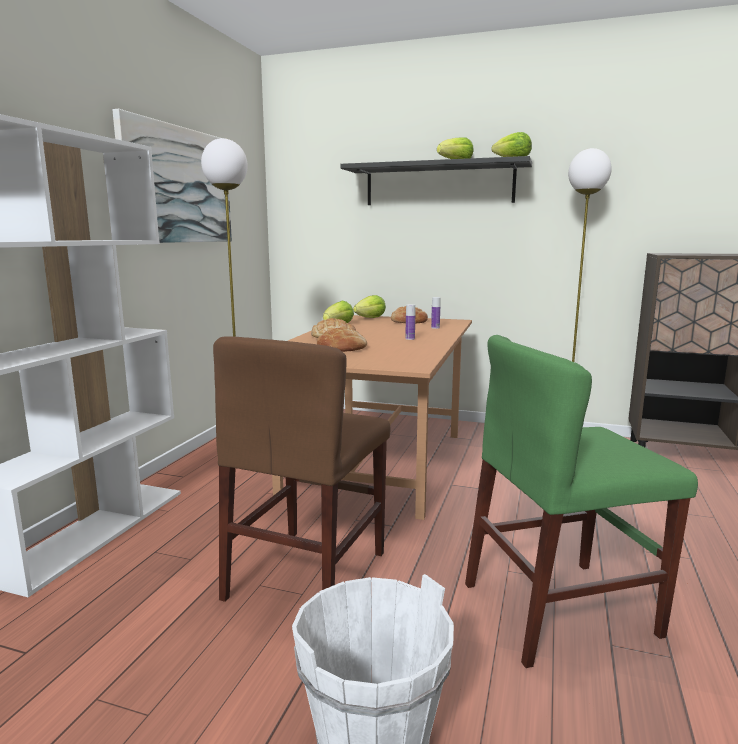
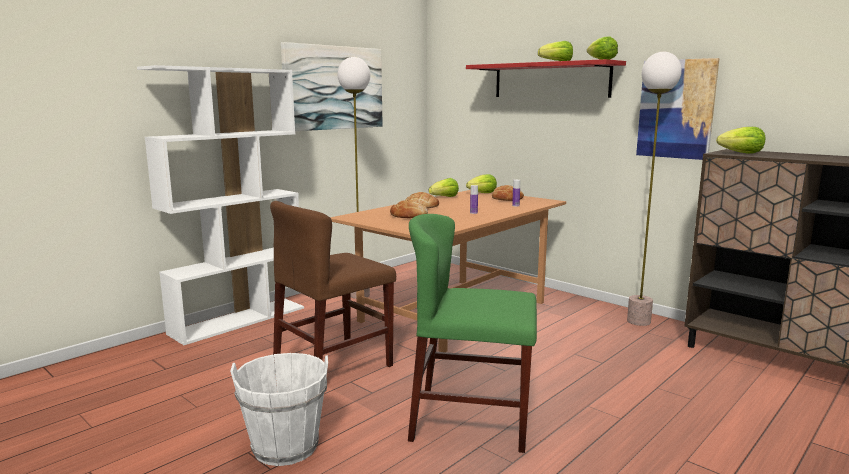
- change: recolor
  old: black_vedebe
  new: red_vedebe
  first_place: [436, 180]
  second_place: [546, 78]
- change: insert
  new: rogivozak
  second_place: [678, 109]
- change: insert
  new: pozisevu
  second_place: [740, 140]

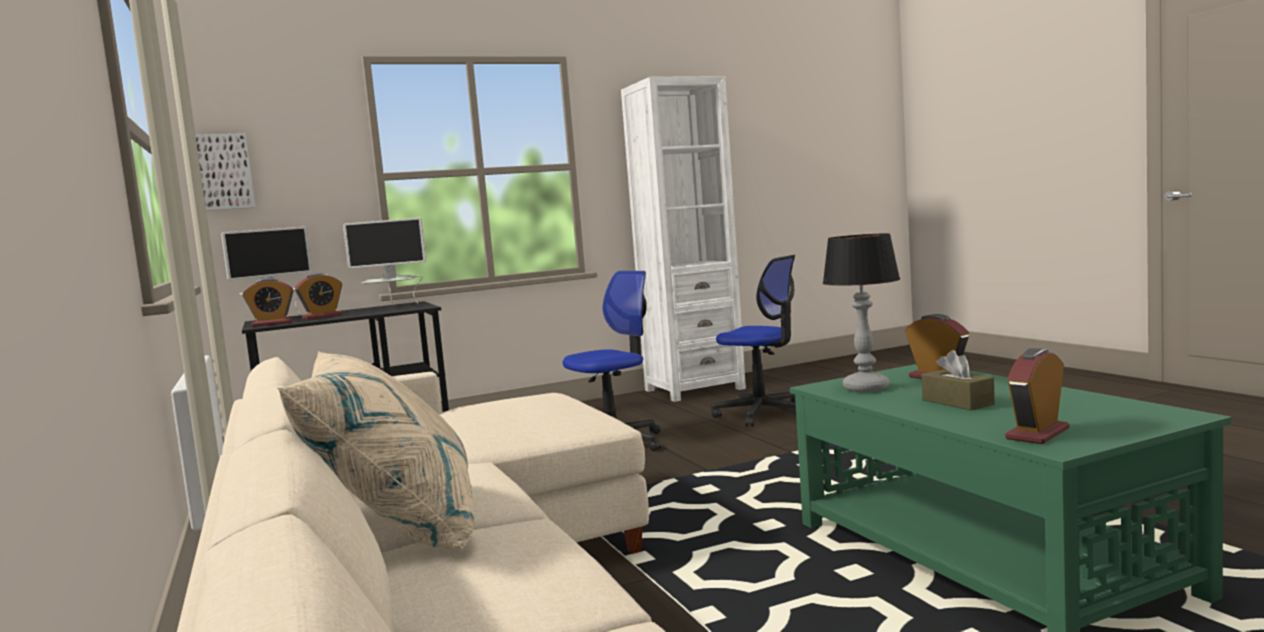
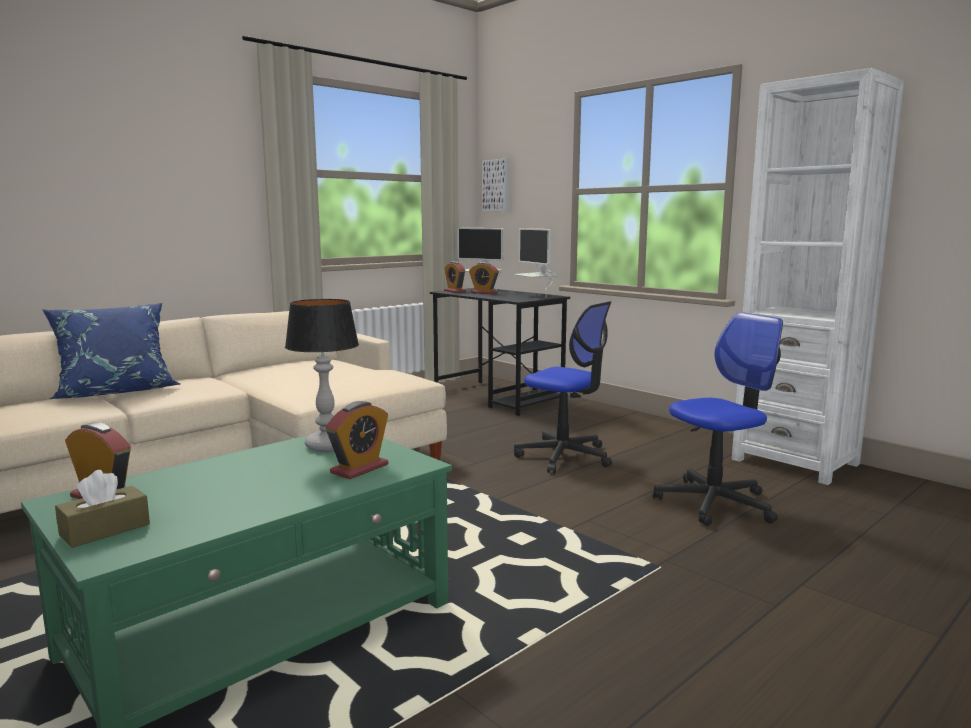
- change: recolor
  old: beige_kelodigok
  new: blue_kelodigok
  first_place: [375, 450]
  second_place: [111, 351]
- change: move
  old: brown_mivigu
  first_place: [958, 380]
  second_place: [102, 509]
- change: rotate
  old: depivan
  first_place: [753, 341]
  second_place: [717, 419]
  degrees: -135

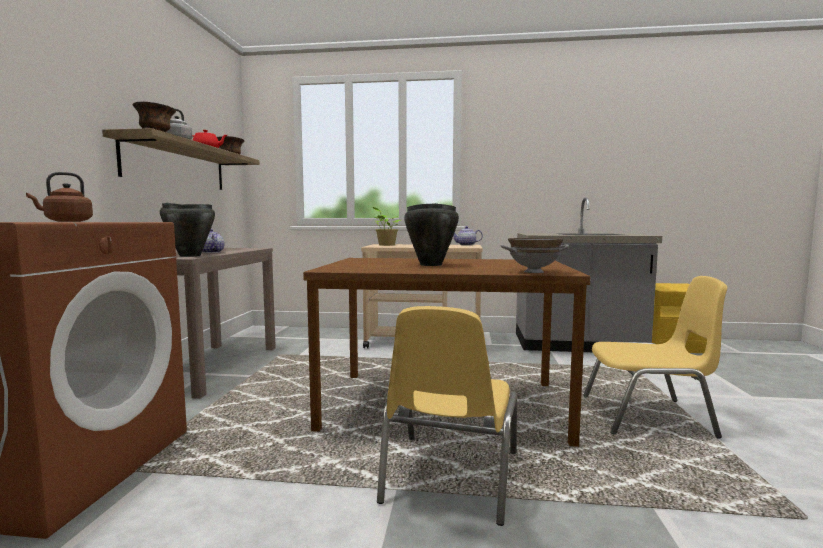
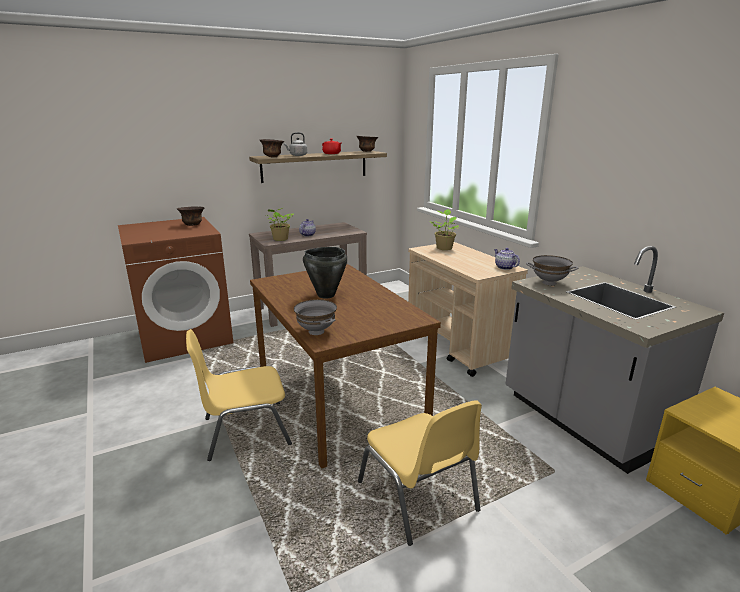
- change: replace
  old: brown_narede
  new: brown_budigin
  first_place: [59, 197]
  second_place: [191, 216]
- change: replace
  old: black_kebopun
  new: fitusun
  first_place: [187, 230]
  second_place: [280, 224]
- change: insert
  new: grey_budigin
  second_place: [552, 270]

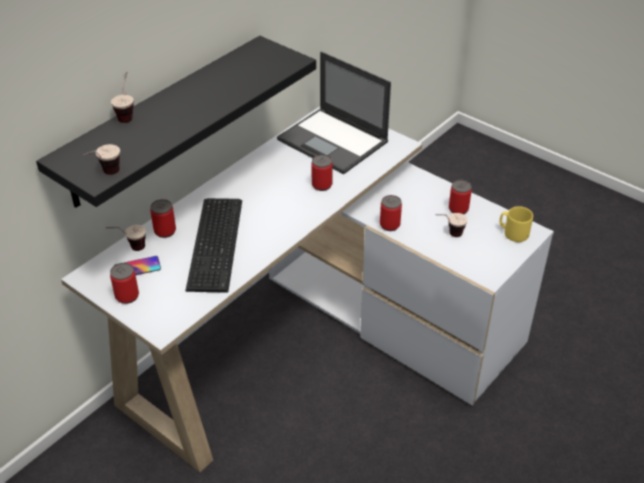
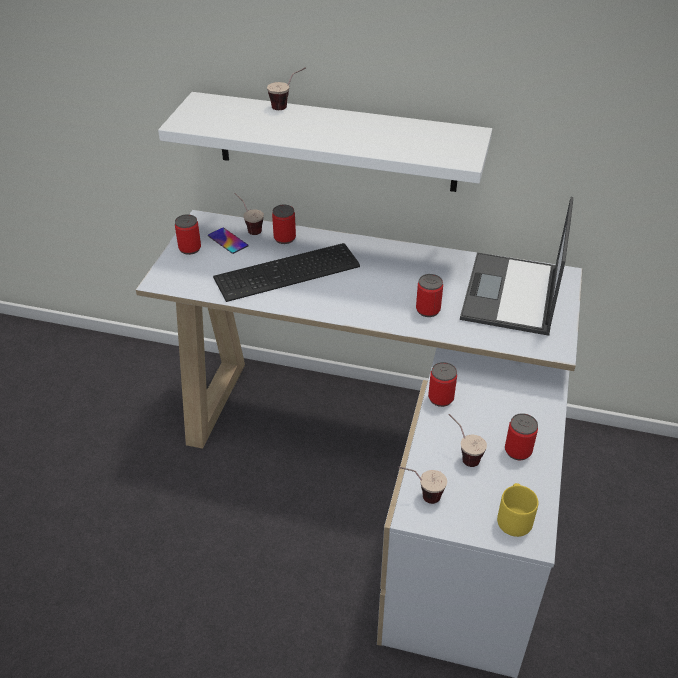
- change: recolor
  old: black_vedebe
  new: white_vedebe
  first_place: [176, 122]
  second_place: [325, 142]
- change: move
  old: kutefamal
  first_place: [101, 159]
  second_place: [422, 485]

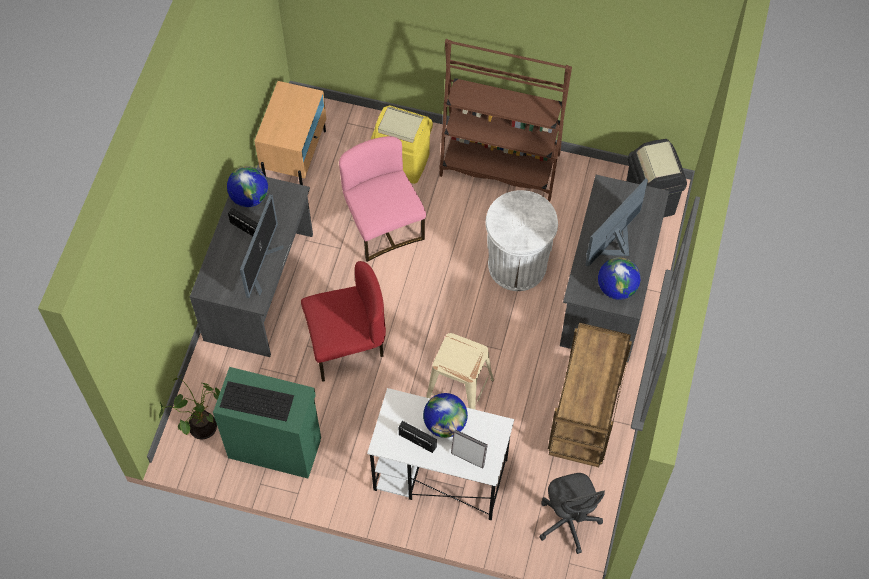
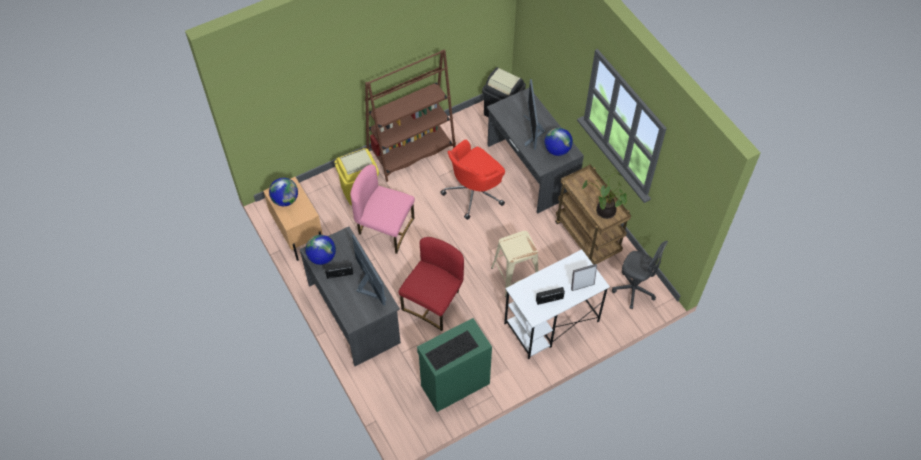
- change: move
  old: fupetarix
  first_place: [445, 415]
  second_place: [283, 192]
- change: replace
  old: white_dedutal
  new: red_depivan
  first_place: [521, 240]
  second_place: [472, 180]
- change: move
  old: fitusun
  first_place: [189, 407]
  second_place: [604, 195]

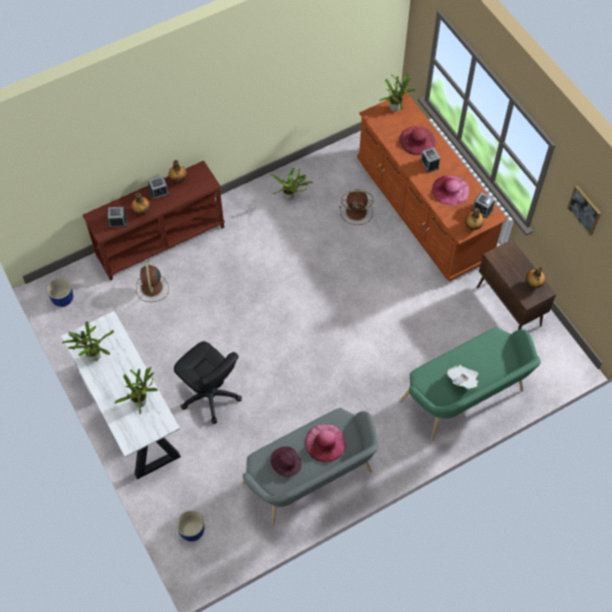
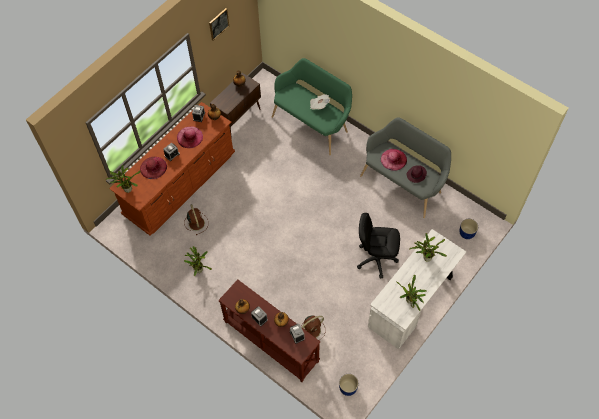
- change: rotate
  old: black_depivan
  first_place: [208, 382]
  second_place: [378, 246]
  degrees: -105

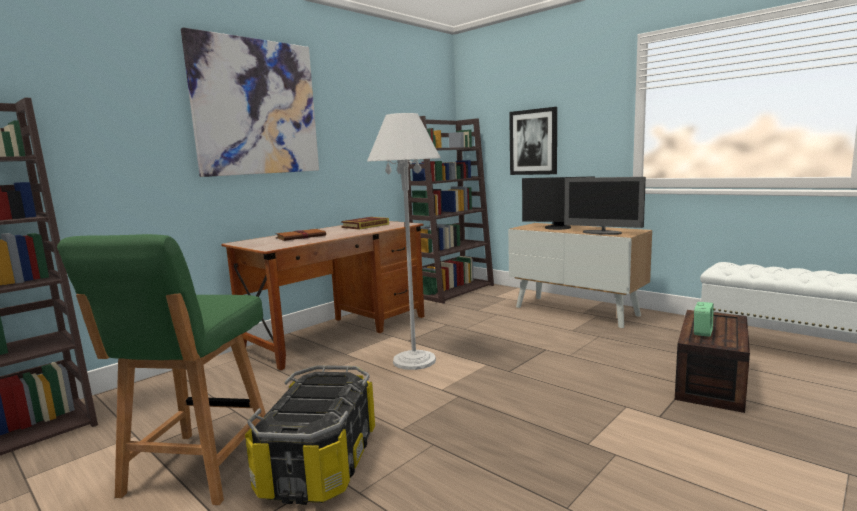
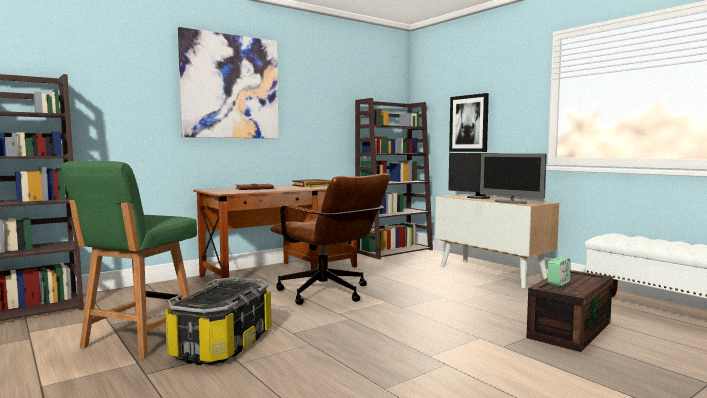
- change: replace
  old: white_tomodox
  new: brown_depivan
  first_place: [404, 241]
  second_place: [330, 239]

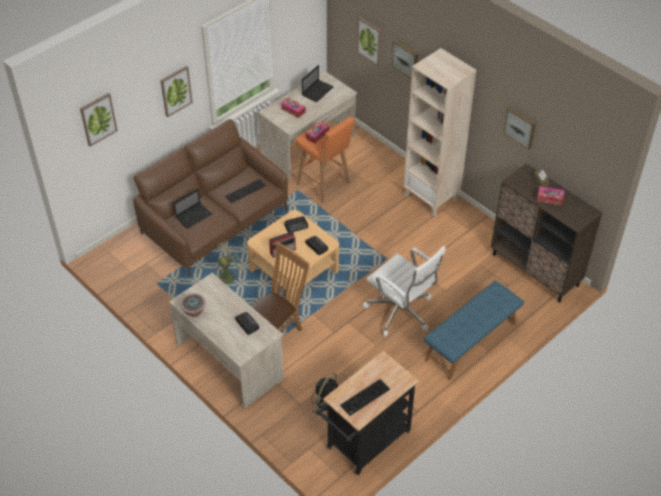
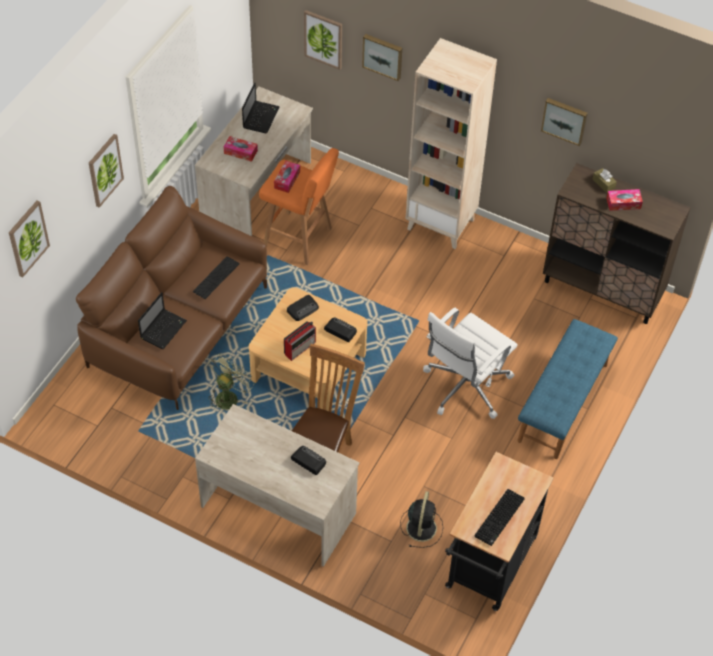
- change: rotate
  old: white_depivan
  first_place: [404, 291]
  second_place: [470, 363]
  degrees: 105
- change: delete
  old: fitusun
  first_place: [193, 305]

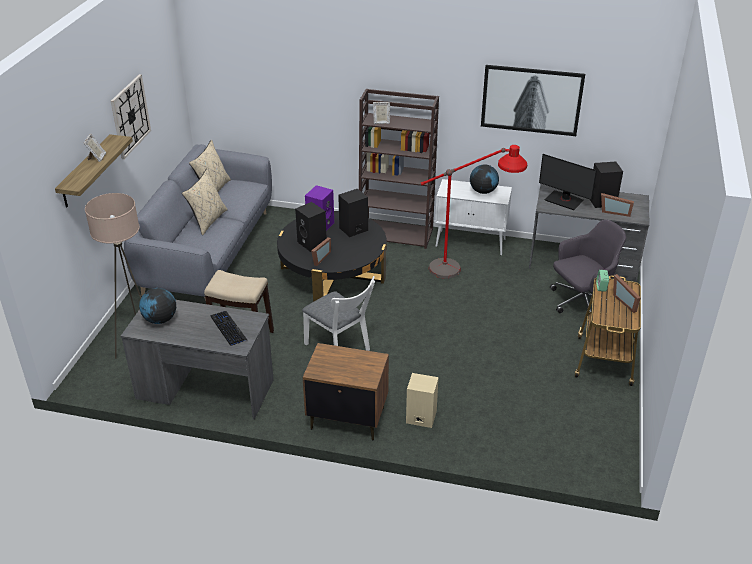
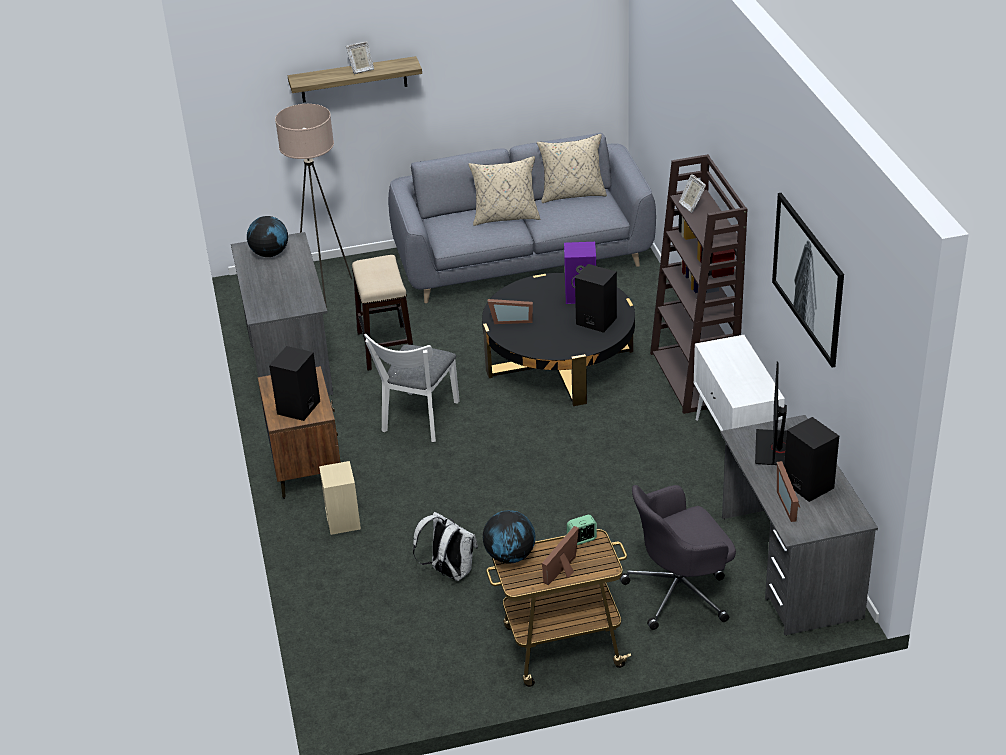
- change: move
  old: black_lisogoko
  first_place: [310, 227]
  second_place: [294, 383]
- change: insert
  new: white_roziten
  second_place: [445, 546]
- change: move
  old: fupetarix
  first_place: [484, 179]
  second_place: [509, 536]
- change: rotate
  old: grey_depivan
  first_place: [588, 266]
  second_place: [678, 557]
  degrees: 120
- change: delete
  old: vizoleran
  first_place: [131, 116]
- change: delete
  old: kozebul
  first_place: [229, 328]
- change: delete
  old: red_tomodox
  first_place: [474, 212]

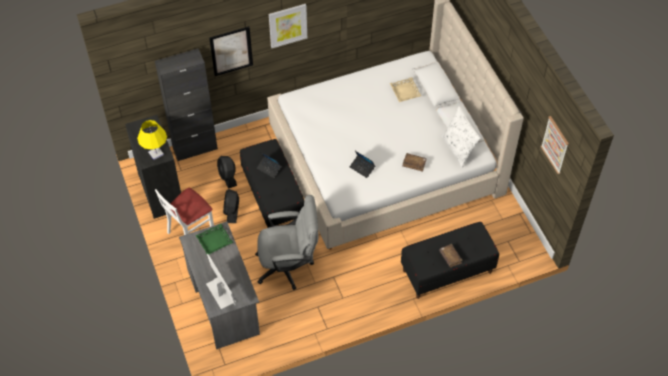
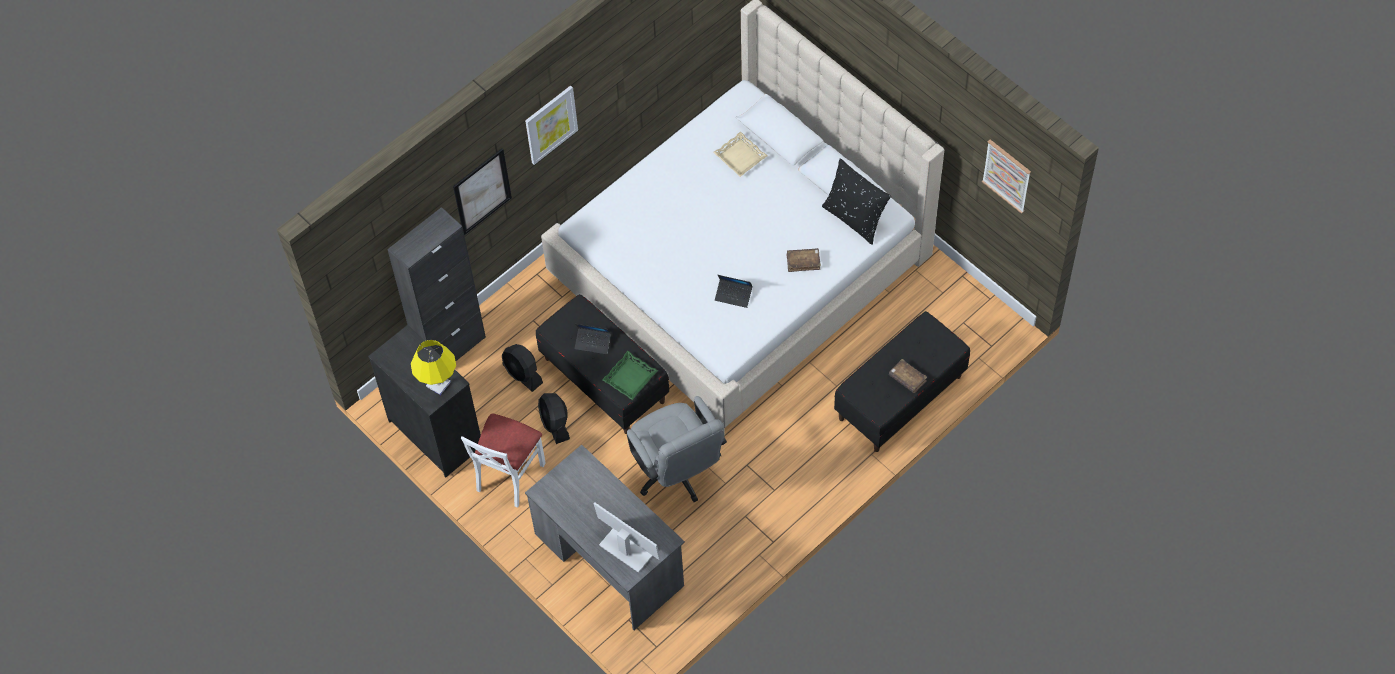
- change: move
  old: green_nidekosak
  first_place: [214, 239]
  second_place: [630, 375]
- change: rotate
  old: grey_depivan
  first_place: [286, 242]
  second_place: [677, 449]
  degrees: 90
- change: recolor
  old: white_kelodigok
  new: black_kelodigok
  first_place: [461, 137]
  second_place: [856, 202]

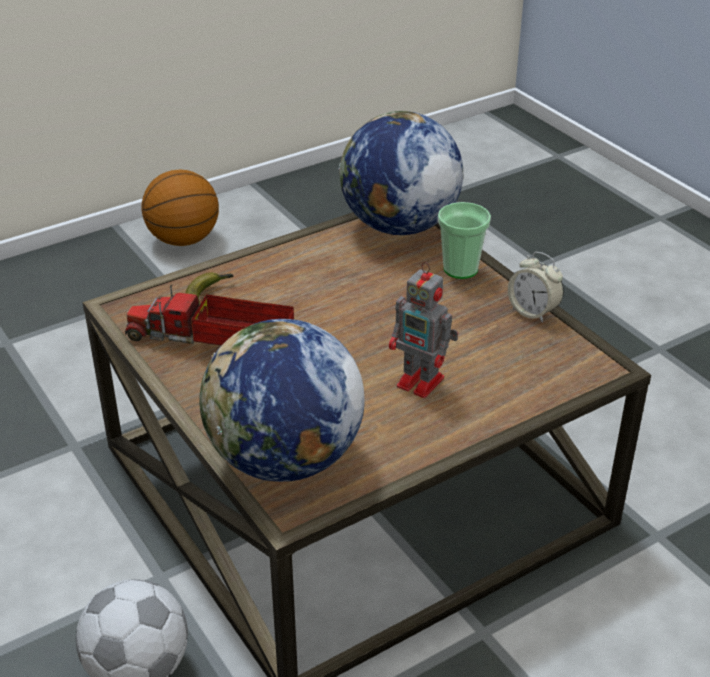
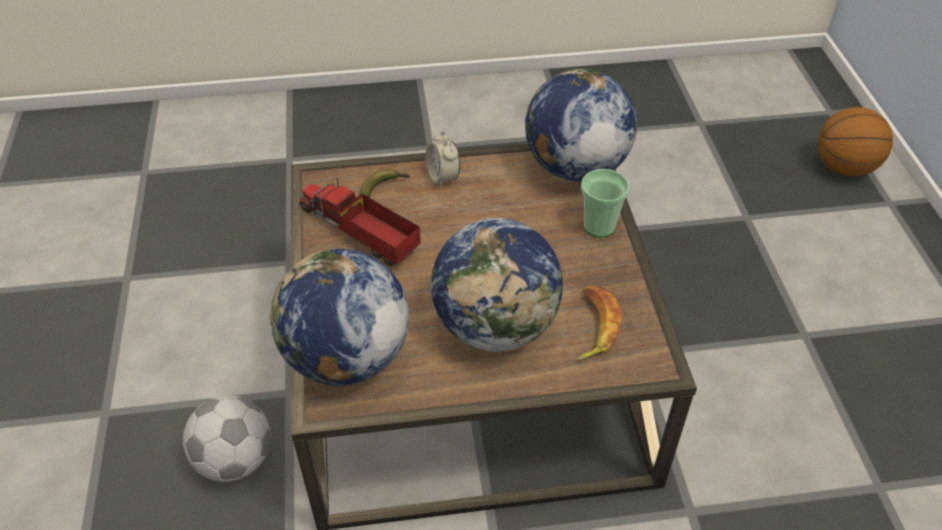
- change: move
  old: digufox
  first_place: [536, 287]
  second_place: [442, 159]
- change: replace
  old: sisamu
  new: fupetarix
  first_place: [423, 330]
  second_place: [497, 285]
- change: insert
  new: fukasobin
  second_place: [599, 323]
- change: move
  old: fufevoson
  first_place: [180, 208]
  second_place: [855, 141]

